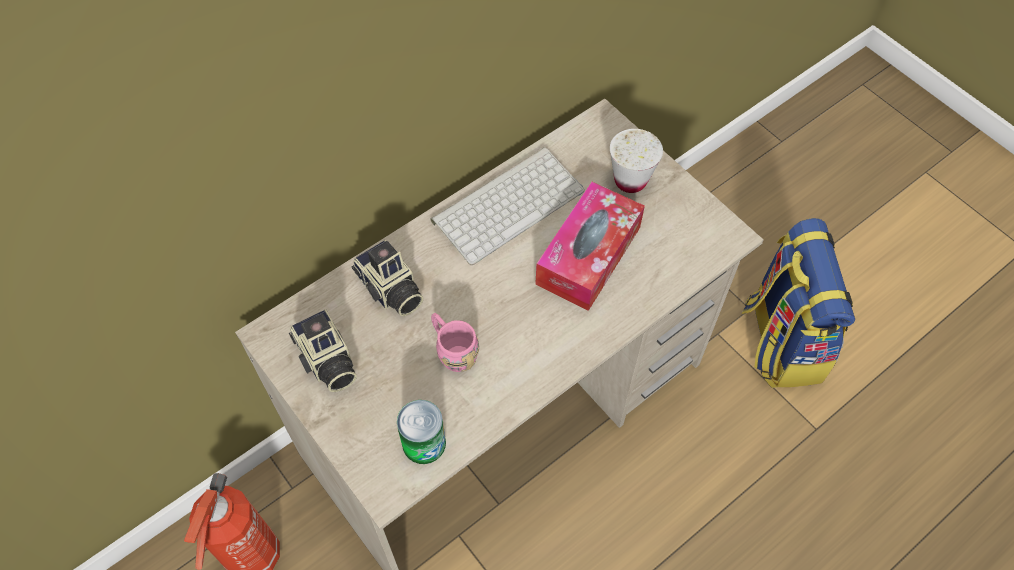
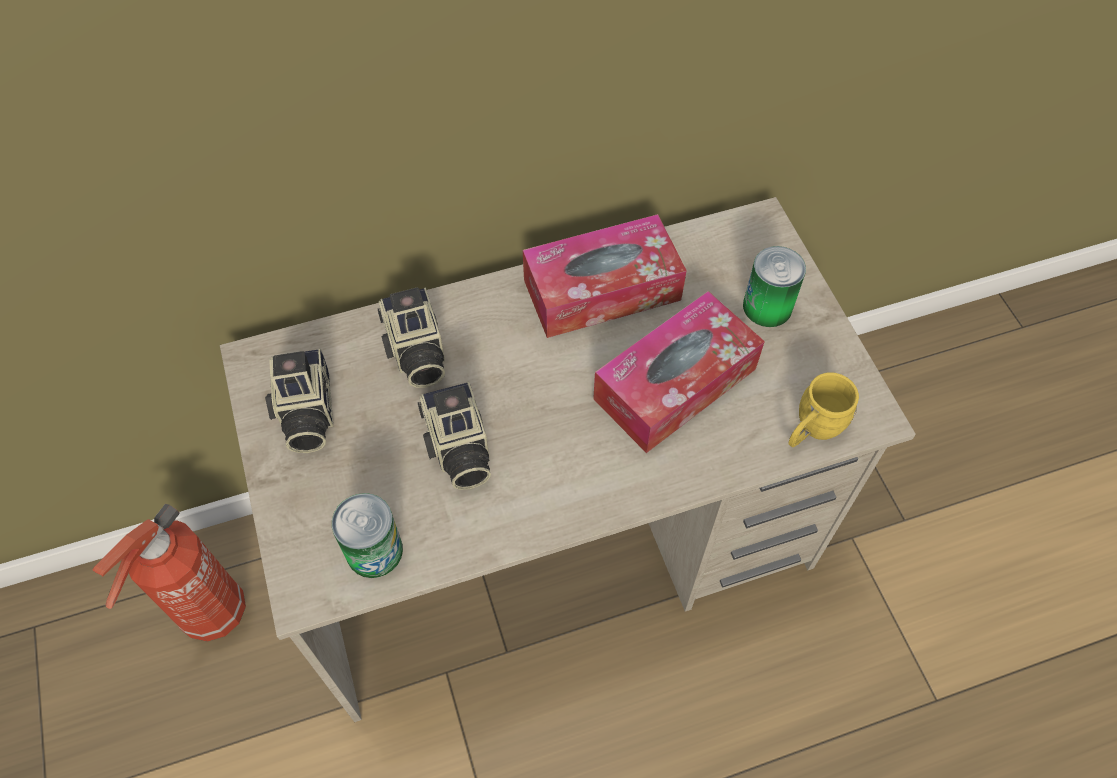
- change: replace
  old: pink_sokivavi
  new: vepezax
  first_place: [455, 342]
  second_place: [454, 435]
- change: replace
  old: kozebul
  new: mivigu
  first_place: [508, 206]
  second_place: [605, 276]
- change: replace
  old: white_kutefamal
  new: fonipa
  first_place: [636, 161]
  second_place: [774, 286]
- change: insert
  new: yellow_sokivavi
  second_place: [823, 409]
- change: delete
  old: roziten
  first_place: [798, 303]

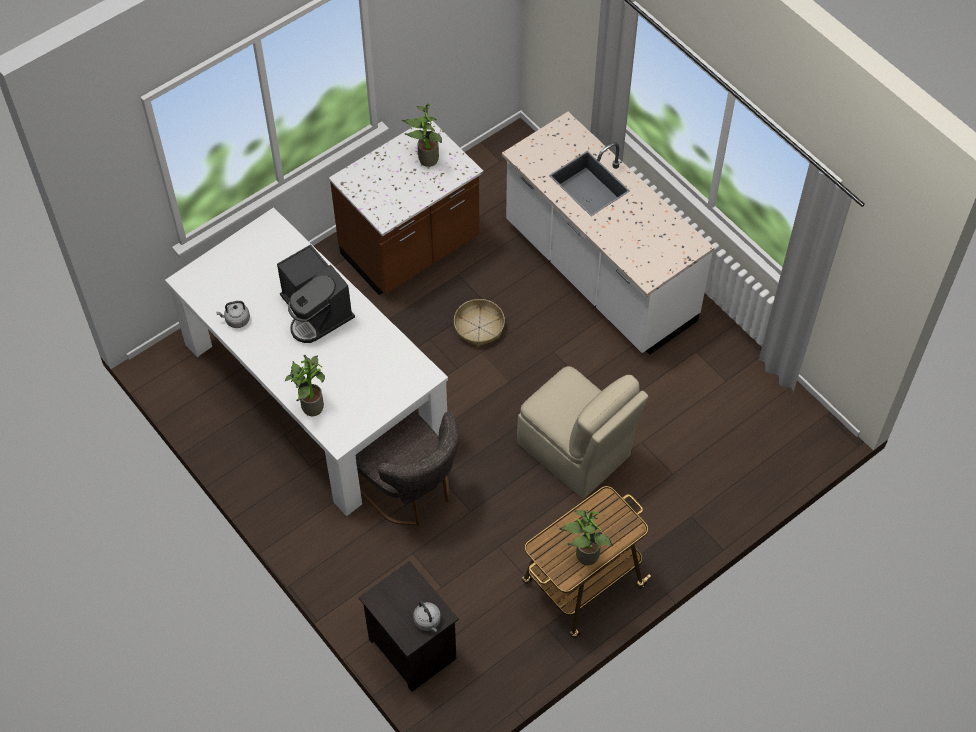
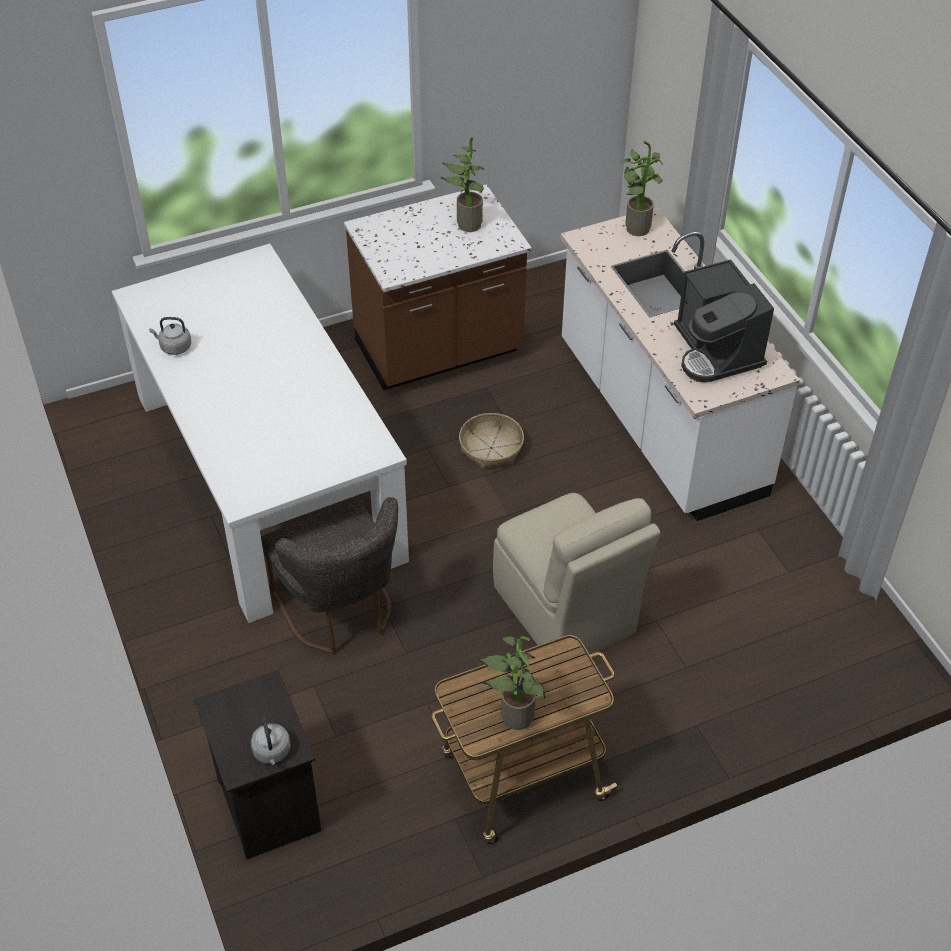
- change: move
  old: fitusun
  first_place: [305, 386]
  second_place: [641, 188]
- change: move
  old: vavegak
  first_place: [316, 293]
  second_place: [724, 320]

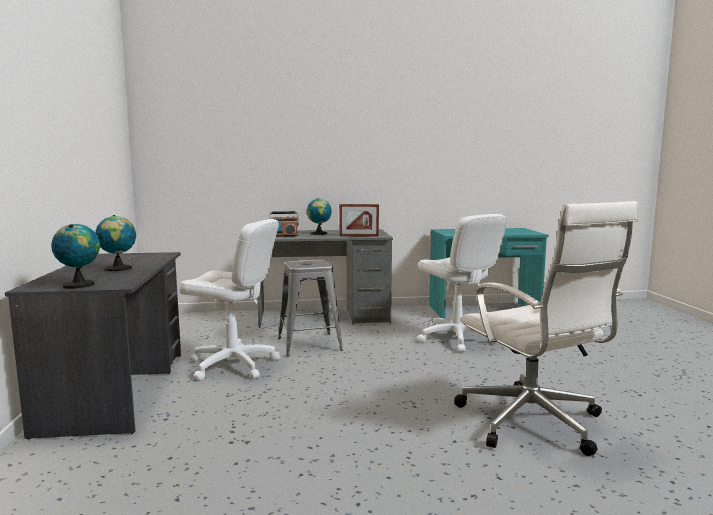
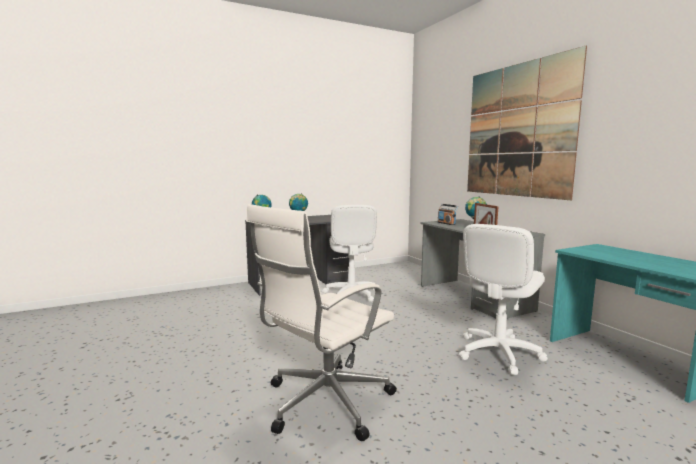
- change: insert
  new: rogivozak
  second_place: [527, 123]
- change: delete
  old: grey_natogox
  first_place: [310, 308]

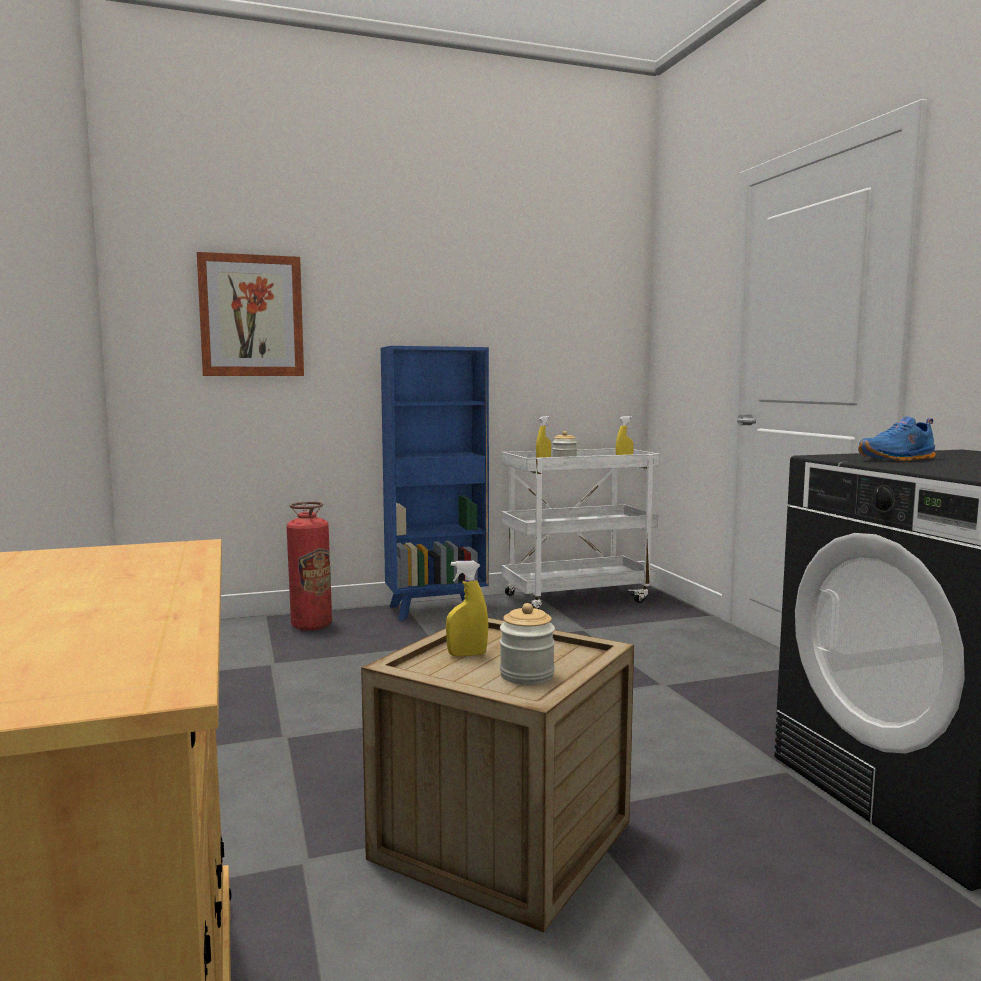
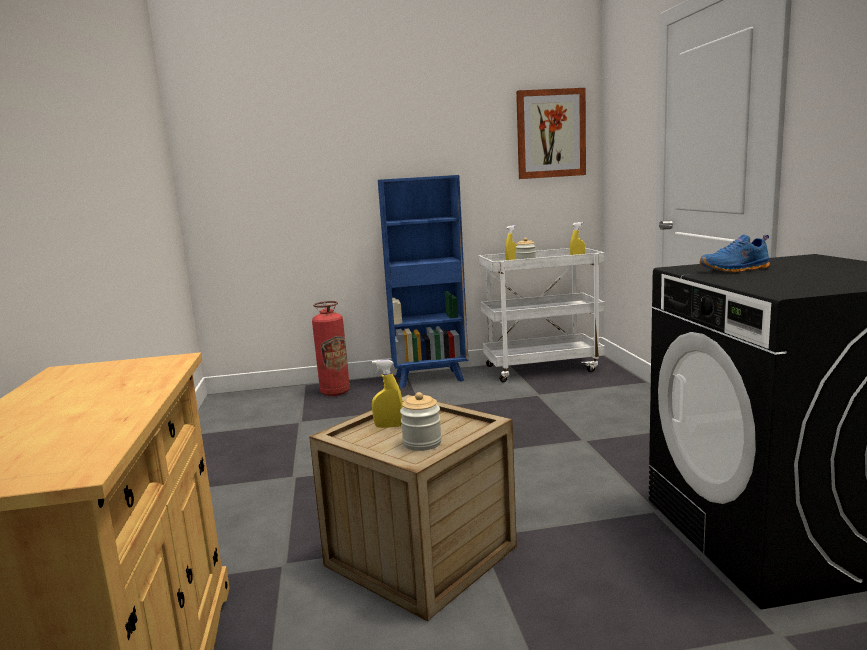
- change: move
  old: rogivozak
  first_place: [250, 314]
  second_place: [551, 133]

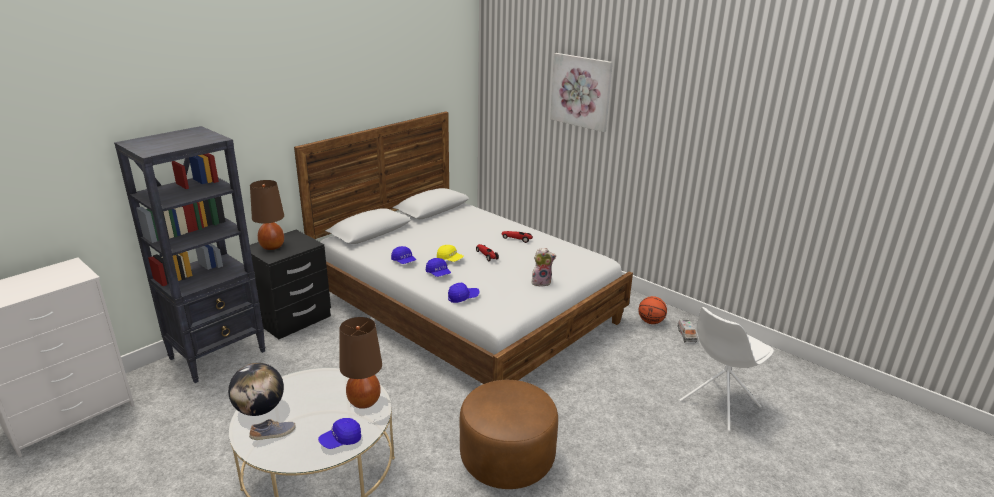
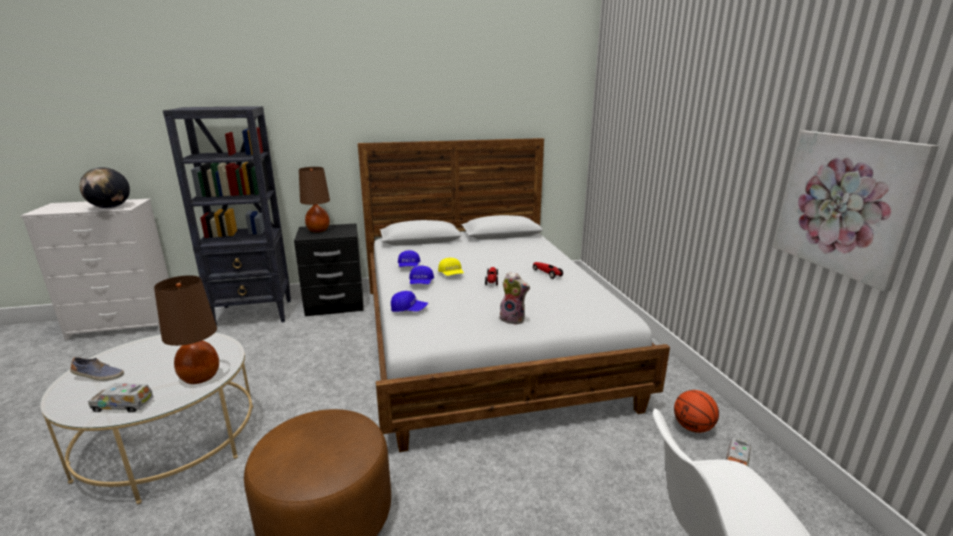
- change: move
  old: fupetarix
  first_place: [256, 389]
  second_place: [104, 187]
- change: replace
  old: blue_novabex
  new: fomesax
  first_place: [339, 433]
  second_place: [121, 398]
- change: move
  old: rogivozak
  first_place: [581, 92]
  second_place: [856, 211]

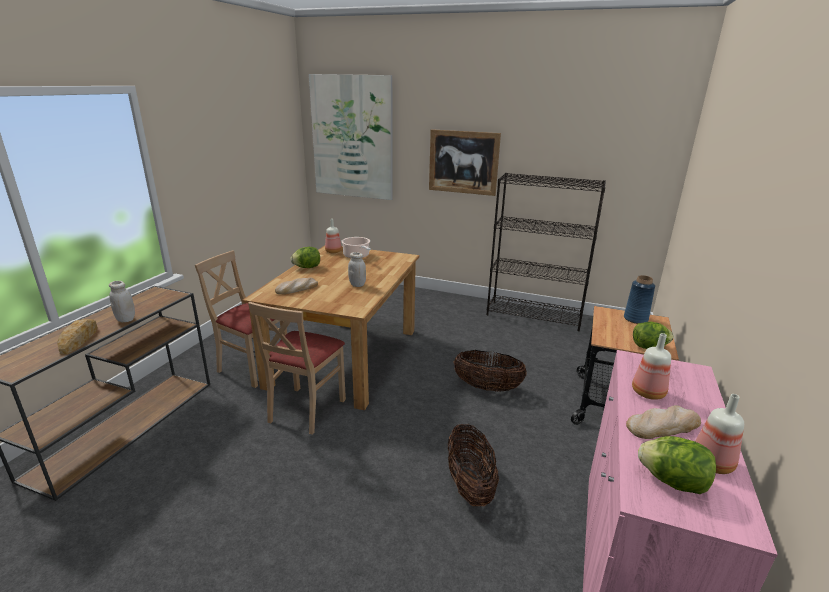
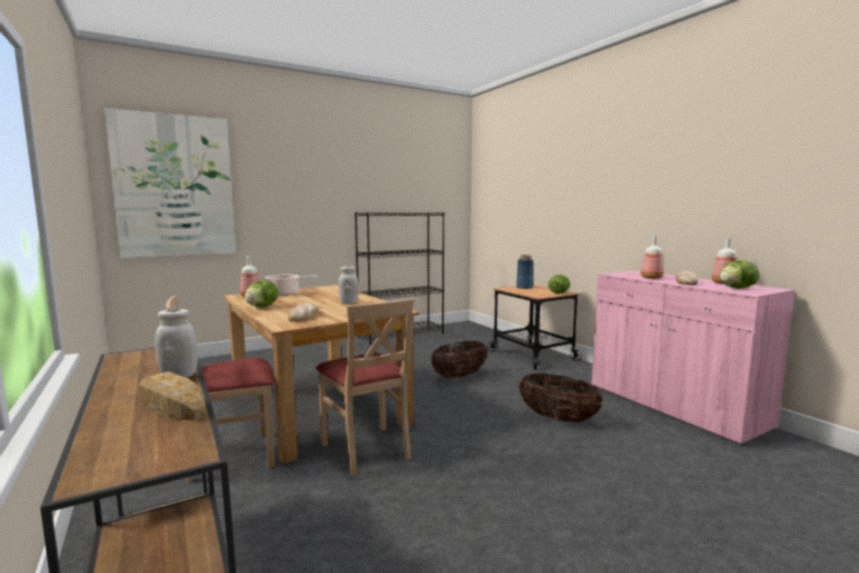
- change: delete
  old: rogivozak
  first_place: [465, 162]

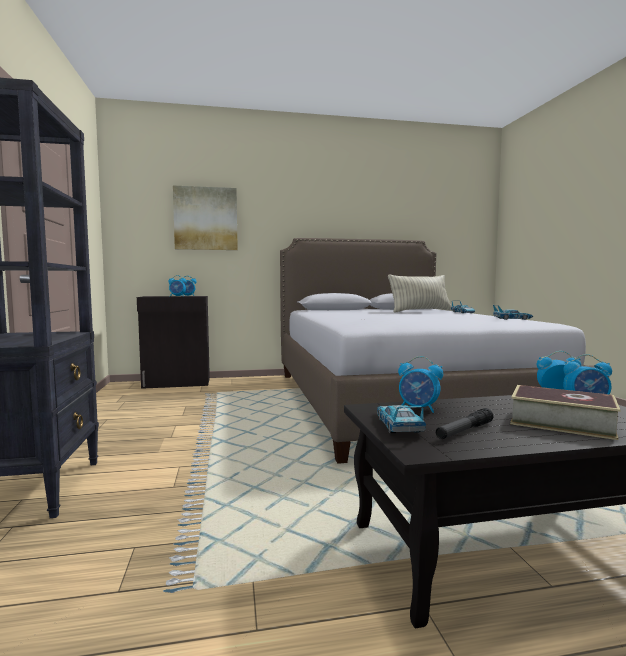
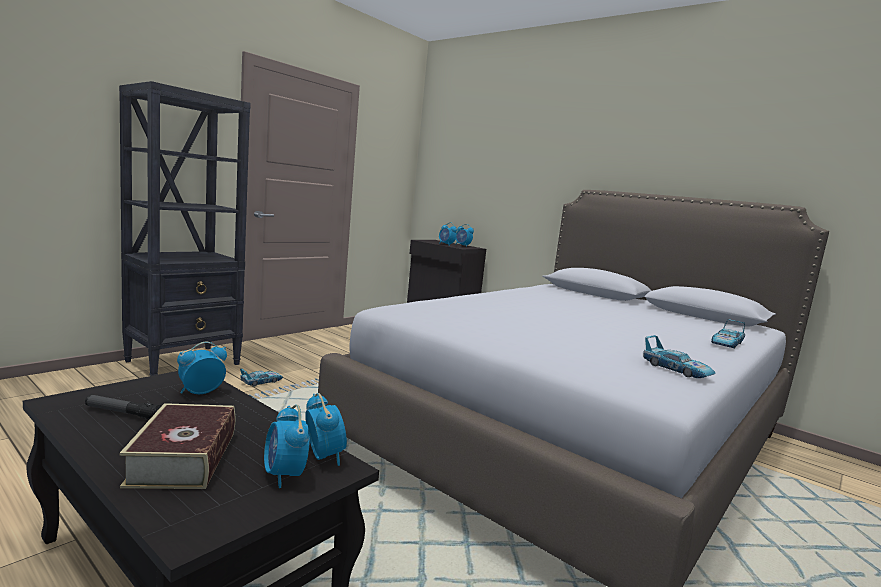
- change: rotate
  old: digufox
  first_place: [420, 384]
  second_place: [202, 368]
  degrees: 60
- change: move
  old: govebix
  first_place: [401, 419]
  second_place: [261, 377]
- change: delete
  old: rogivozak
  first_place: [205, 217]
- change: delete
  old: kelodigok
  first_place: [419, 293]

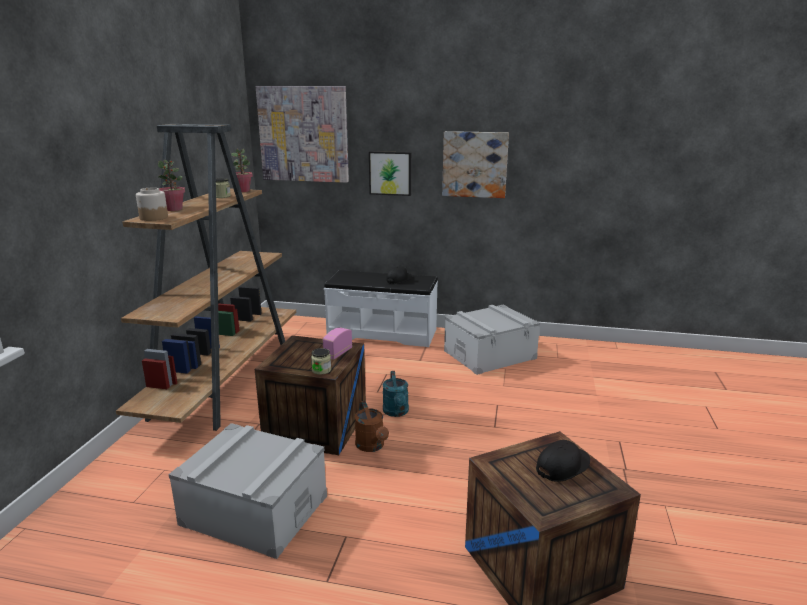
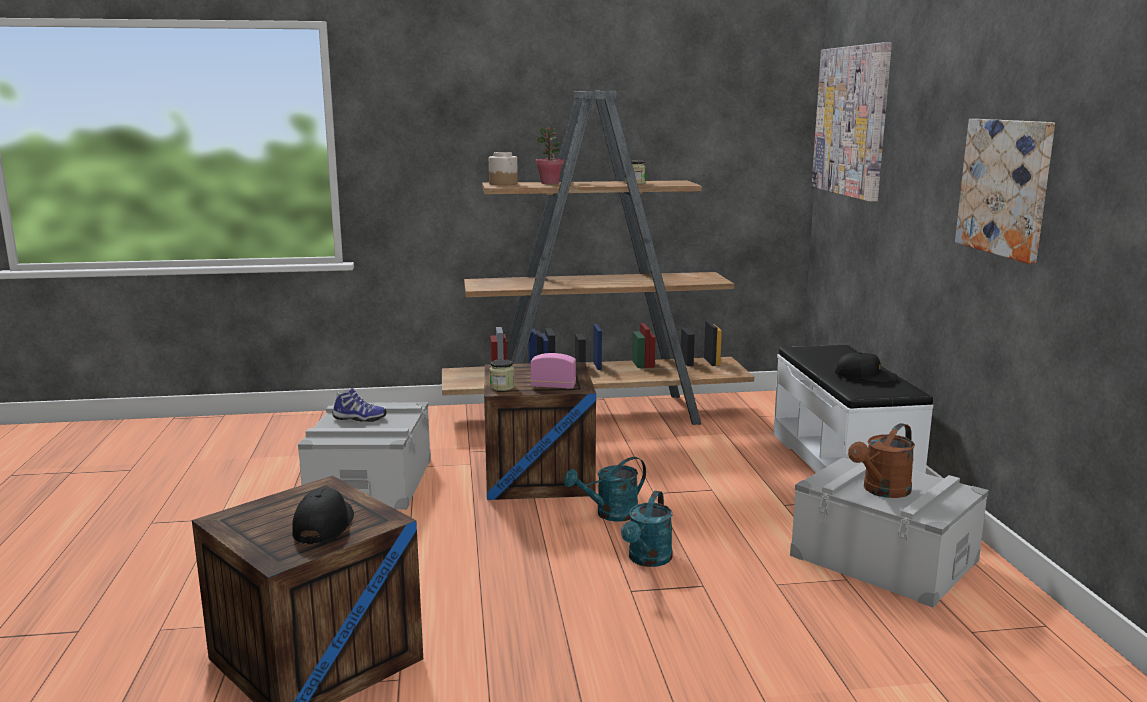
- change: rotate
  old: black_novabex
  first_place: [563, 461]
  second_place: [323, 516]
  degrees: -120
- change: insert
  new: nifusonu
  second_place: [359, 405]
- change: insert
  new: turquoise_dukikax
  second_place: [646, 529]
- change: move
  old: brown_dukikax
  first_place: [372, 426]
  second_place: [881, 460]
- change: delete
  old: fitusun
  first_place: [242, 170]
- change: delete
  old: rogivozak
  first_place: [390, 173]

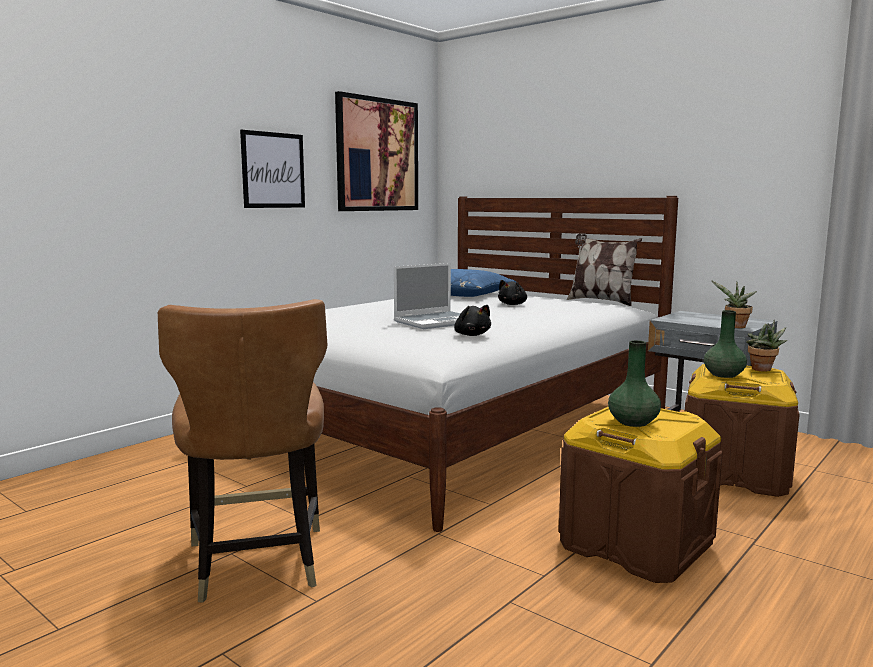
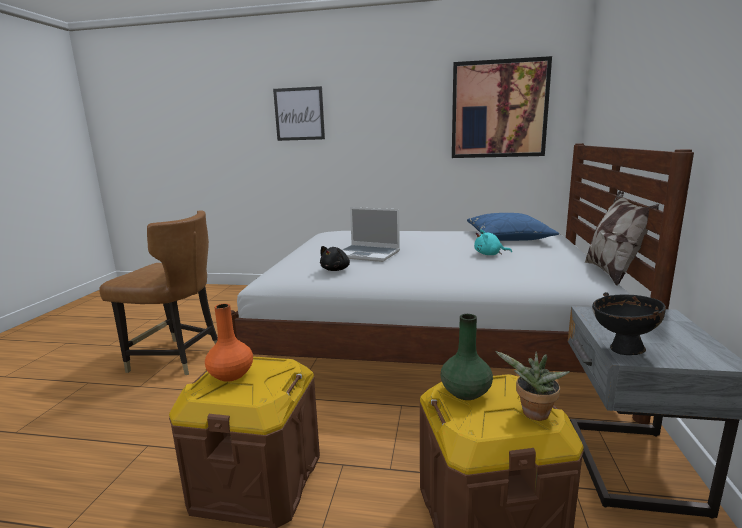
- change: rotate
  old: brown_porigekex
  first_place: [242, 451]
  second_place: [158, 293]
  degrees: -120
- change: recolor
  old: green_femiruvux
  new: orange_femiruvux
  first_place: [634, 383]
  second_place: [229, 342]
- change: move
  old: rogivozak
  first_place: [272, 169]
  second_place: [299, 113]
- change: recolor
  old: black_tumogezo
  new: turquoise_tumogezo
  first_place: [512, 292]
  second_place: [493, 242]
- change: replace
  old: fitusun
  new: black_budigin
  first_place: [734, 304]
  second_place: [629, 323]

